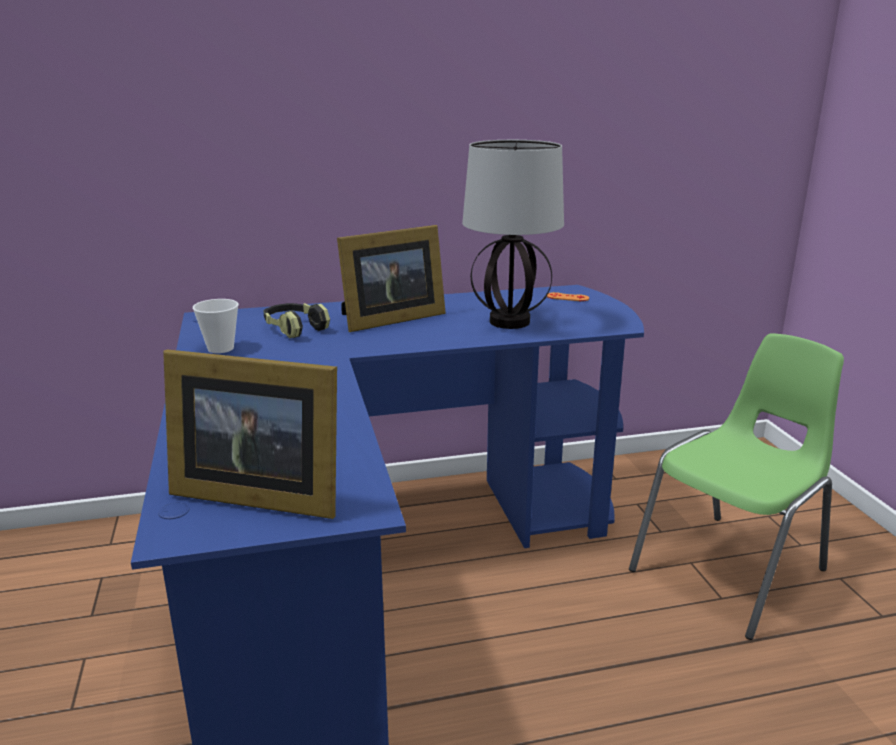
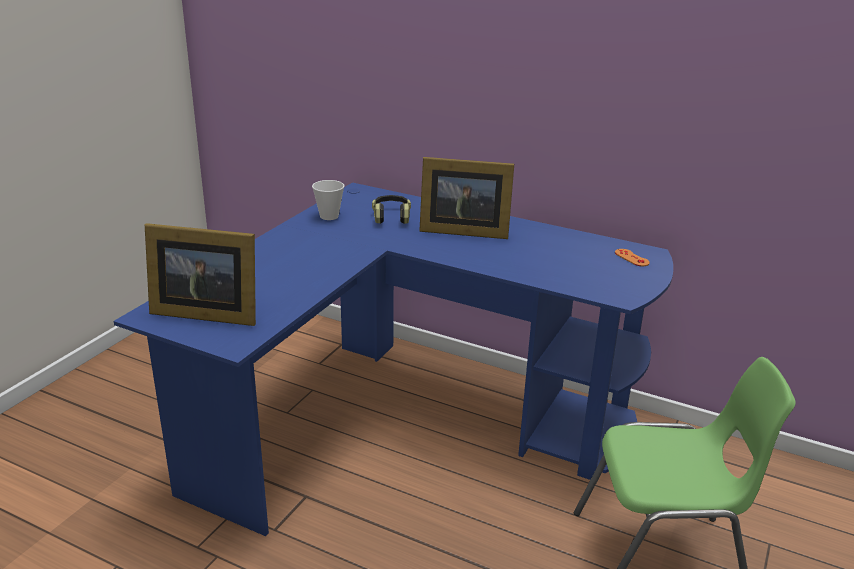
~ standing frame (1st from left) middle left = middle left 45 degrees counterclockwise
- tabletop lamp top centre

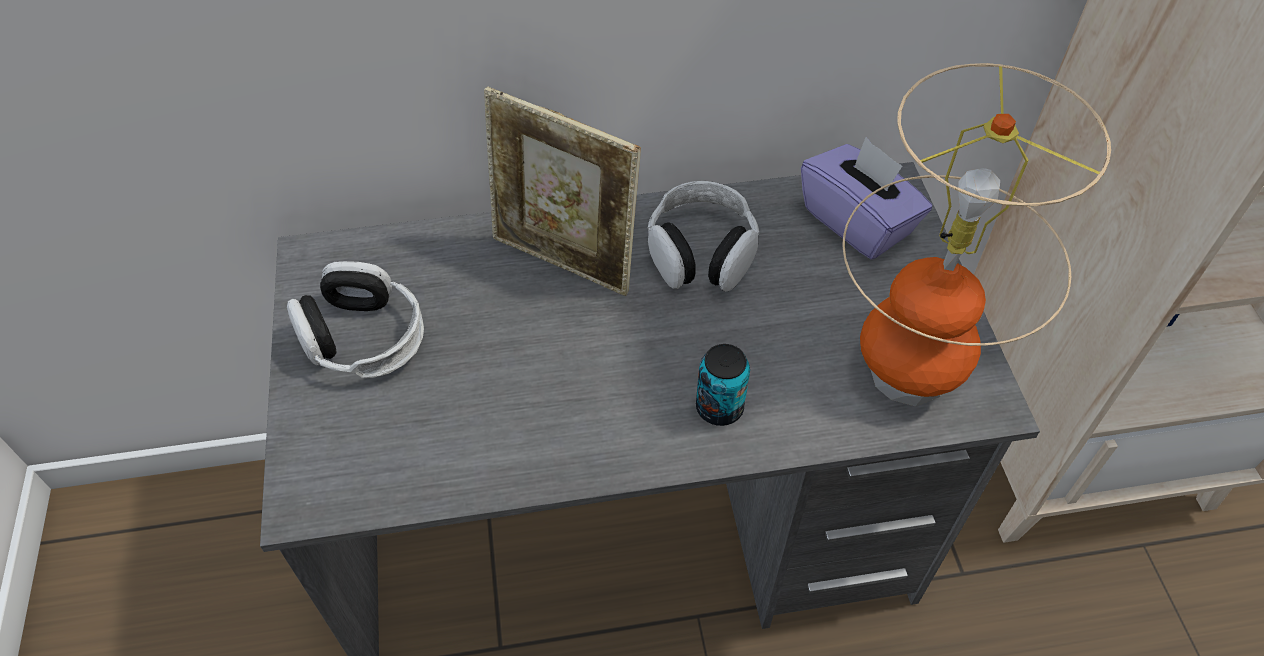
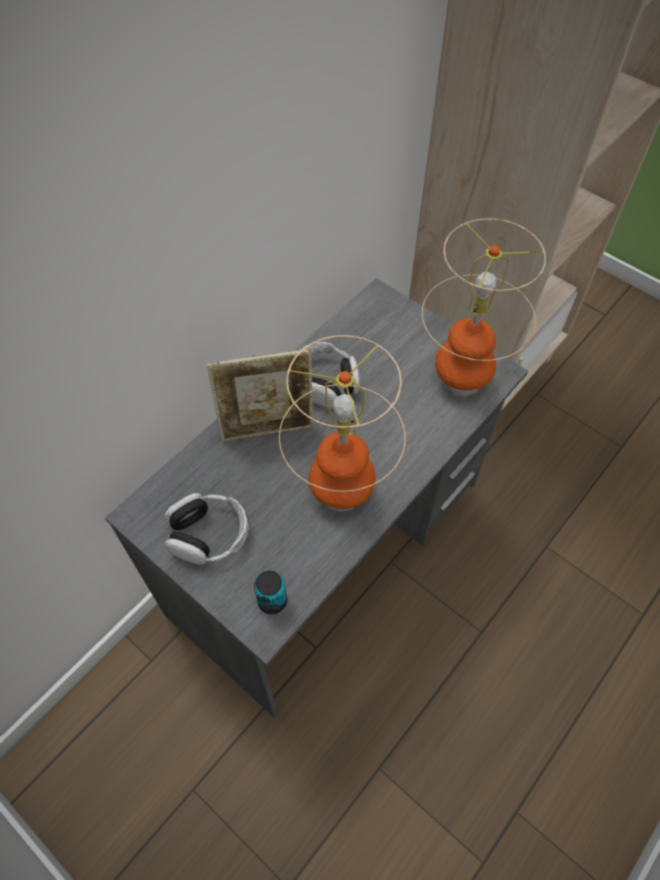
~ metal can centre to bottom centre
+ tabletop lamp (1st from left) centre
- purplish tissue holder top right

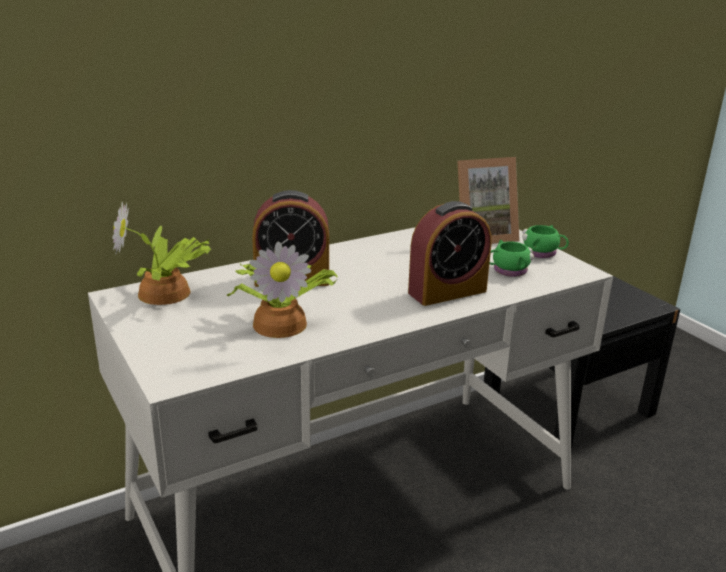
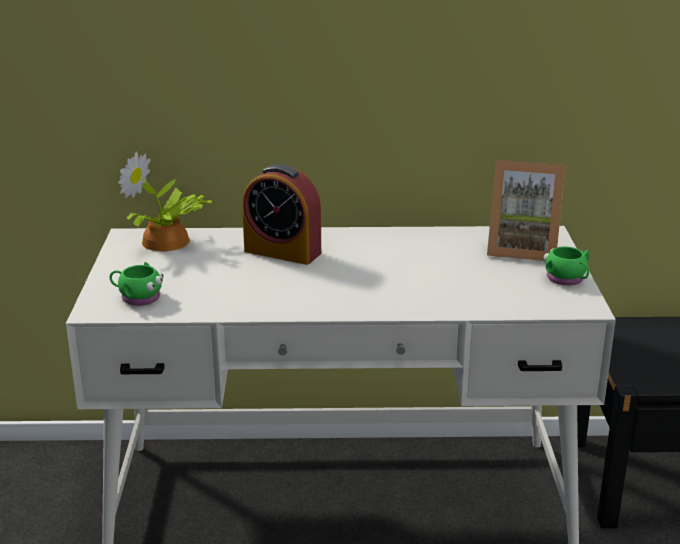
~ green tea mug (1st from left) middle right to middle left
- houseplant (2nd from left) centre
- bedside clock (2nd from left) centre

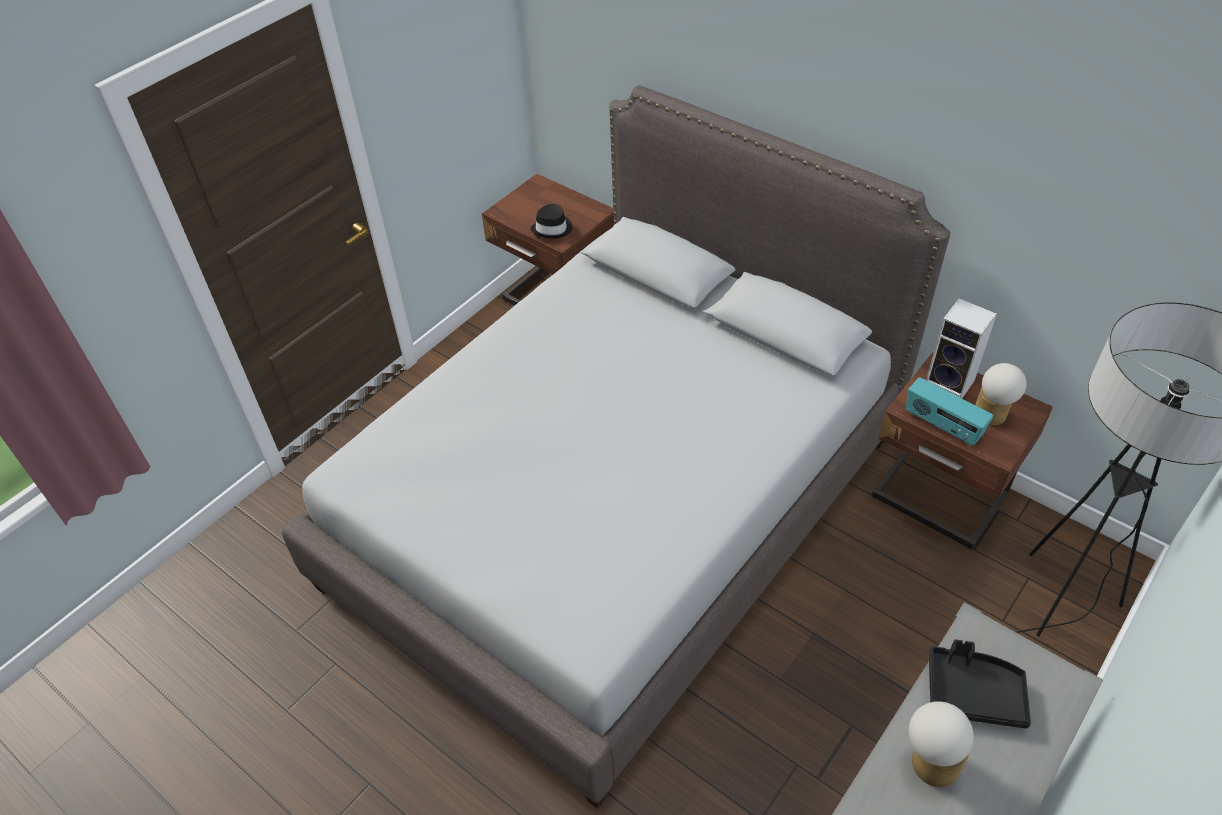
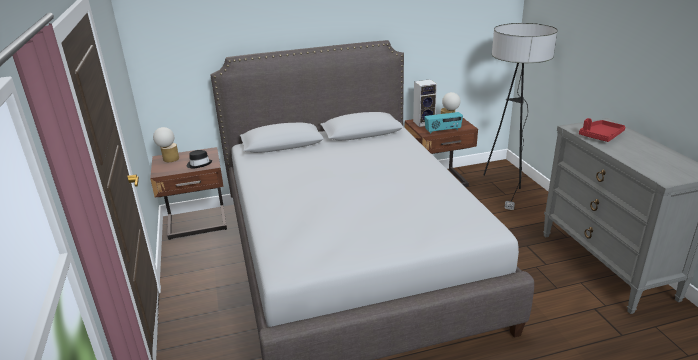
~ tabletop lamp (1st from left) bottom right to middle left
~ blackish tray bottom right to red-coloured tray middle right

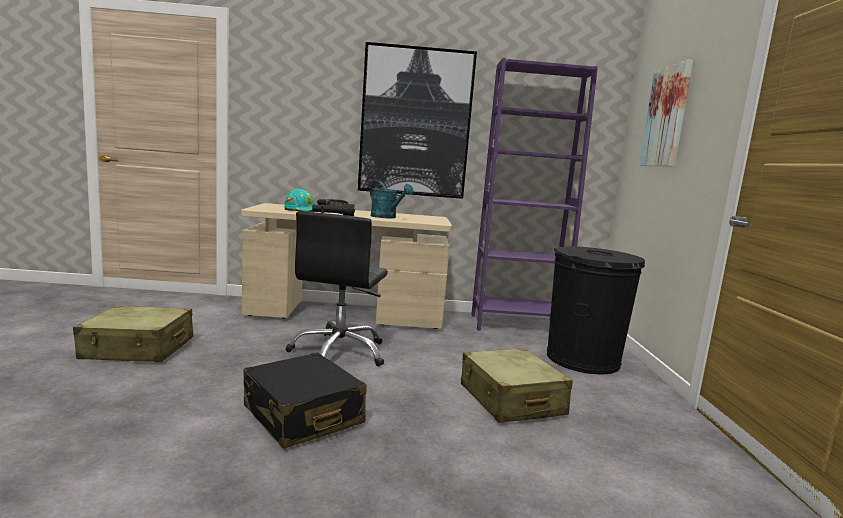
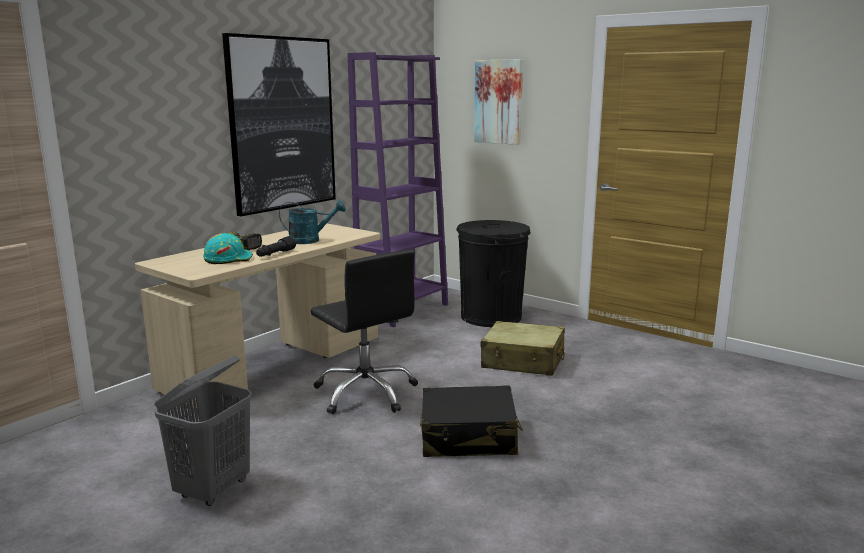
~ beige-coloured piece of luggage (1st from left) middle left to gray laundry basket bottom left

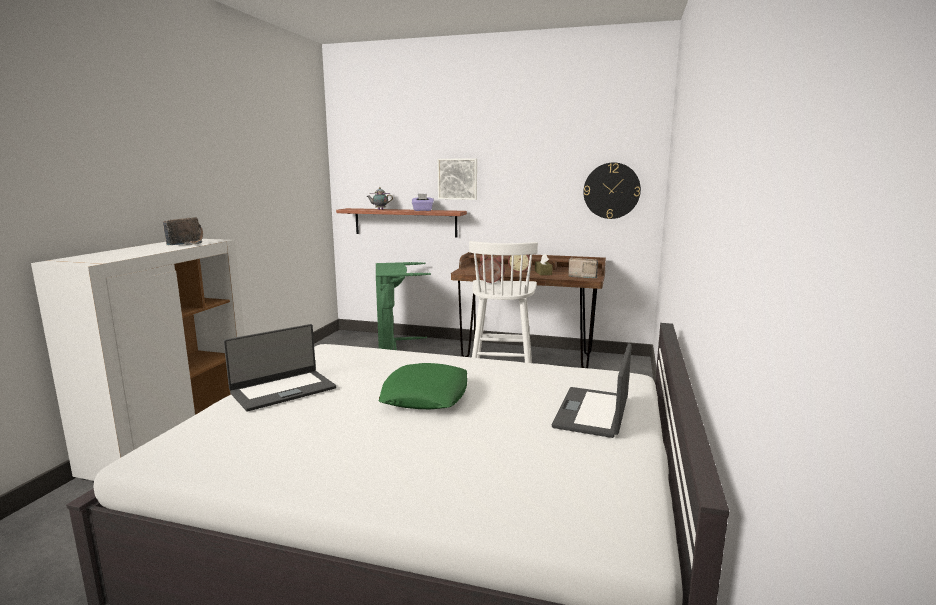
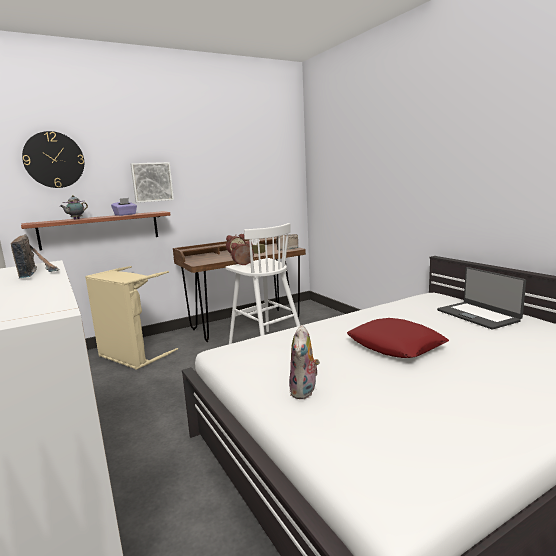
~ hanging clock top centre to top left
~ green laundry basket centre to beige-coloured laundry basket middle left
~ portable computer (1st from left) middle left to cuddly toy centre
~ green throw pillow centre to red-coloured throw pillow middle right

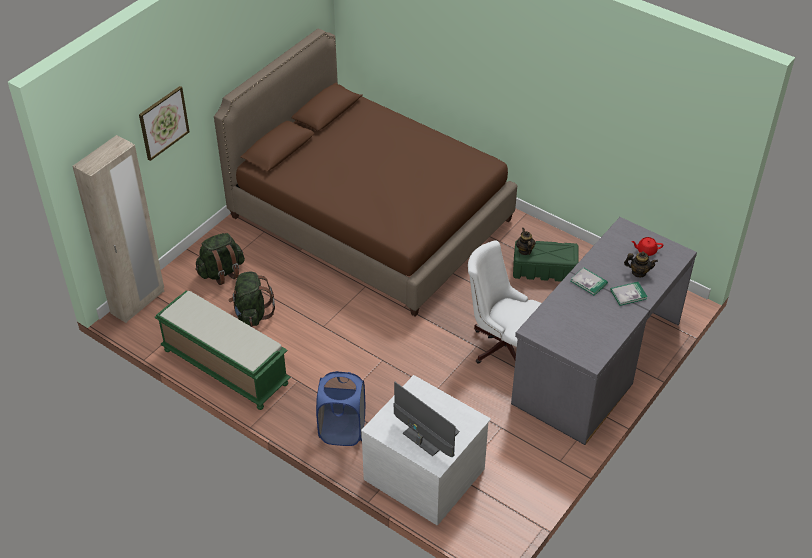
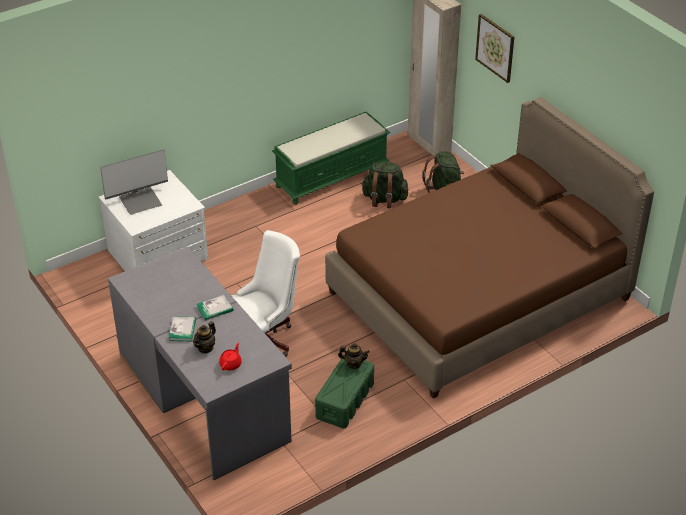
- bluish laundry basket bottom centre

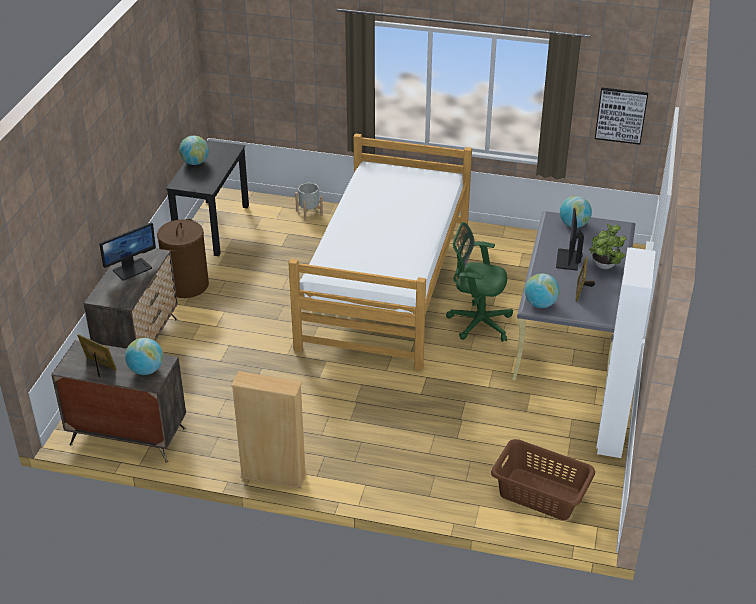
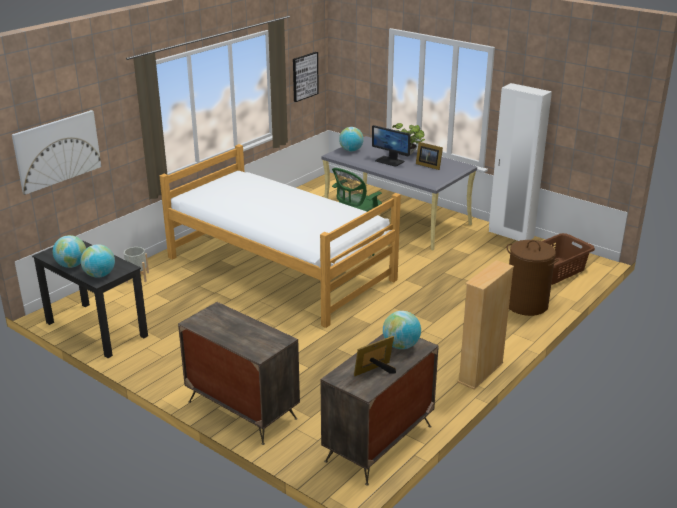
+ wall art (1st from left) top left
~ globe (3rd from left in the first image) middle right to globe (2nd from left) middle left
~ brown-coloured laundry basket (1st from left) middle left to middle right
- monitor (1st from left) middle left

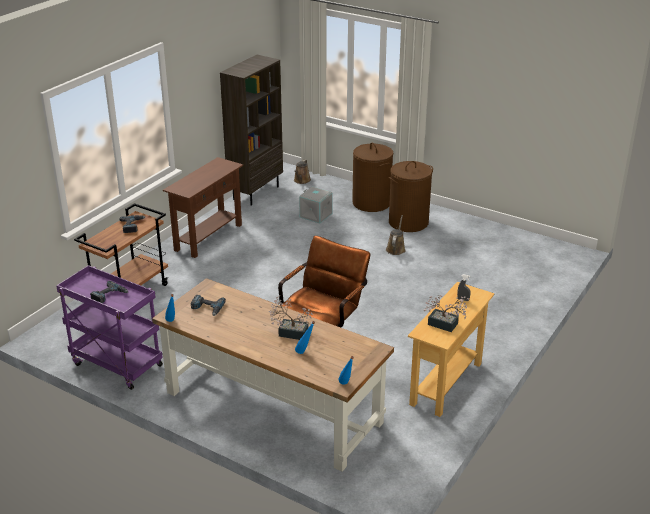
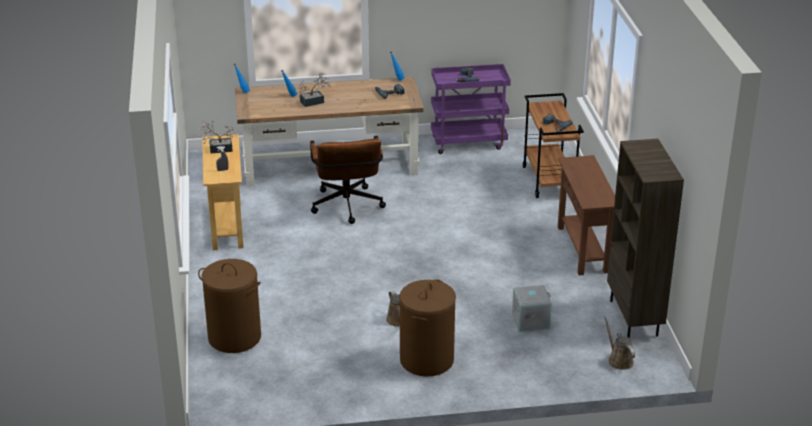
~ brown-coloured laundry basket (1st from left) centre to bottom left

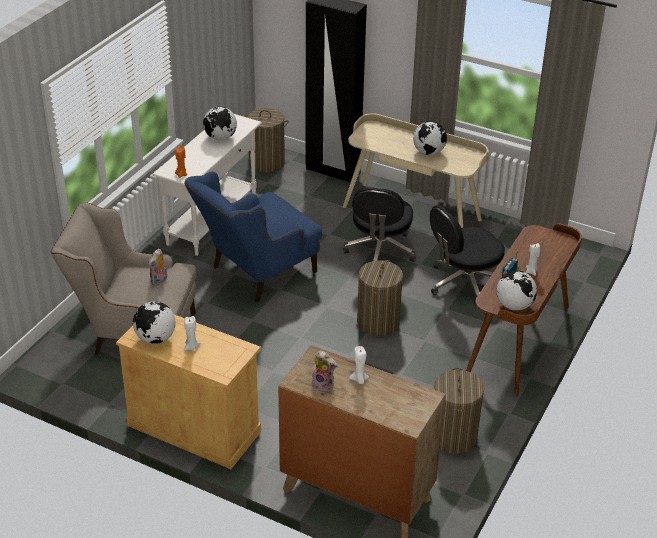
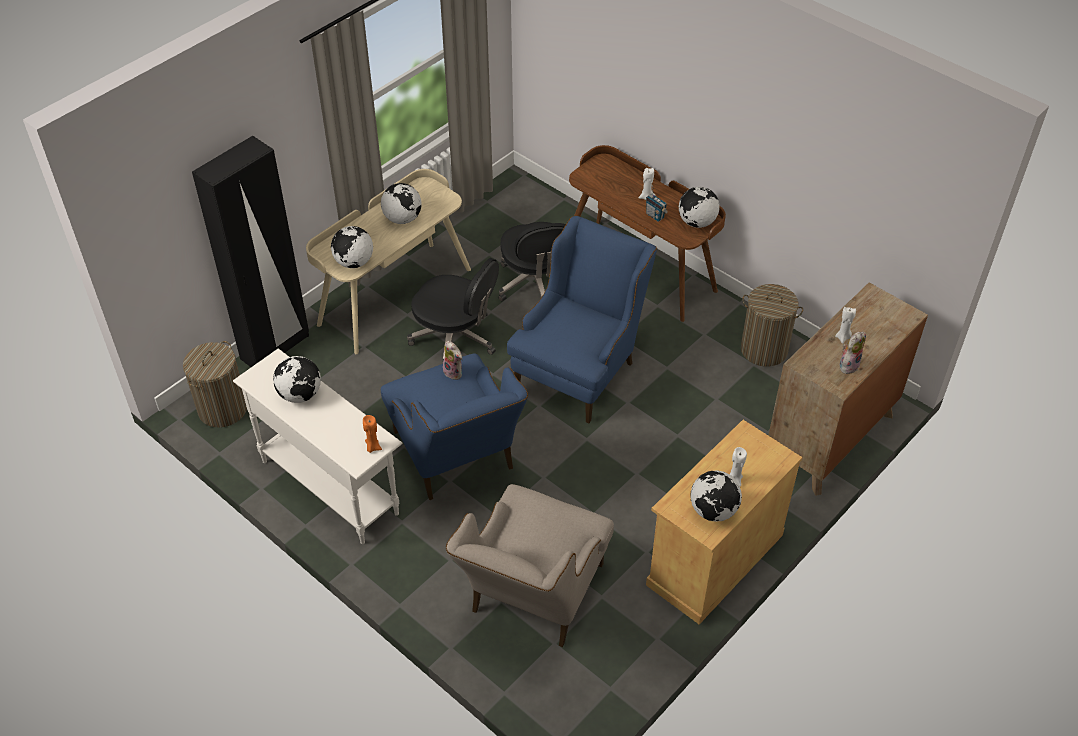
+ globe (2nd from left) middle left
~ cuddly toy (1st from left) middle left to centre
~ laundry basket (2nd from left) centre to bluish easy chair (2nd from left) centre

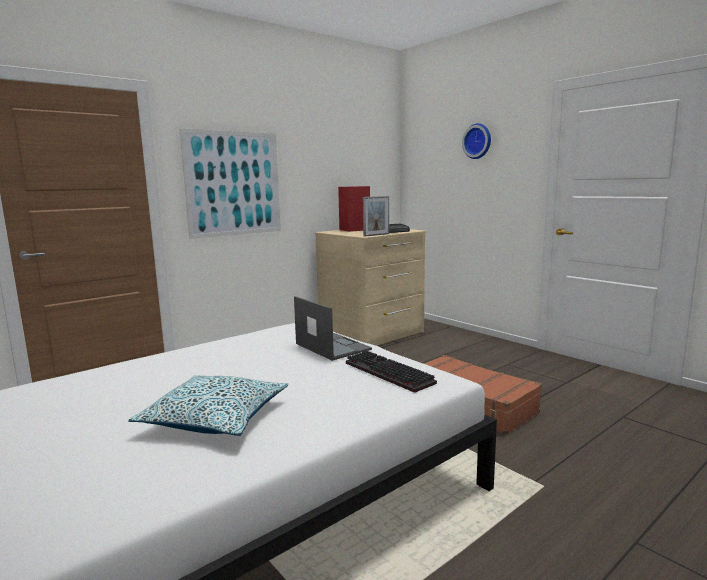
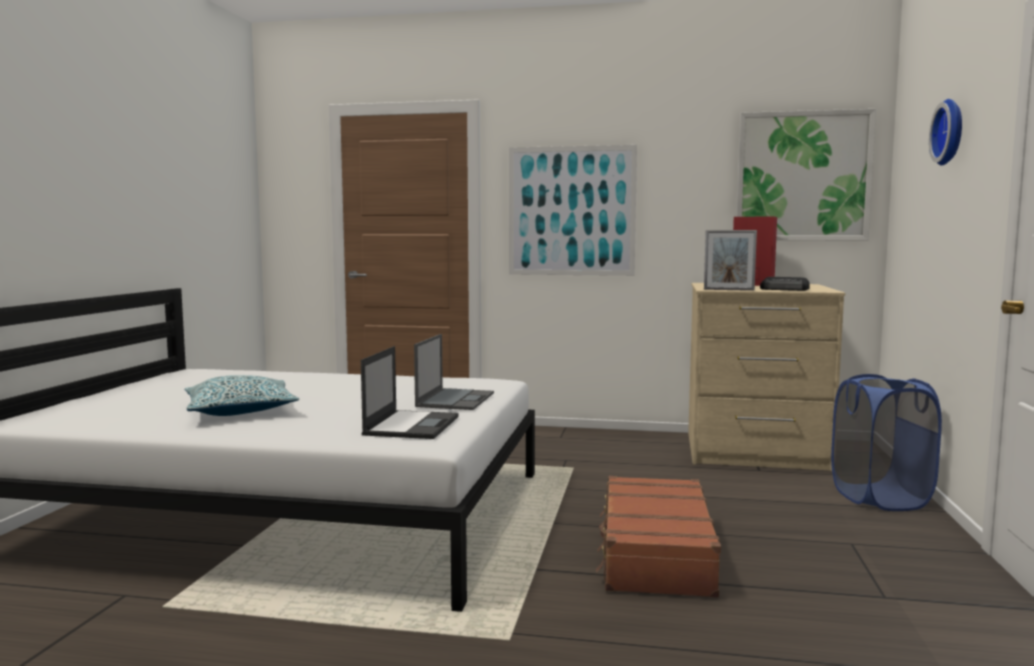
~ PC keyboard centre to portable computer (1st from left) centre
+ wall art (2nd from left) top right
+ bluish laundry basket middle right

